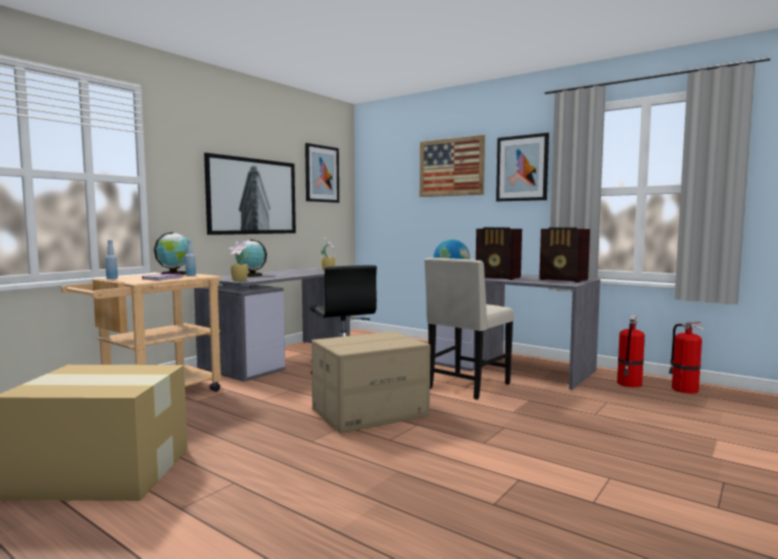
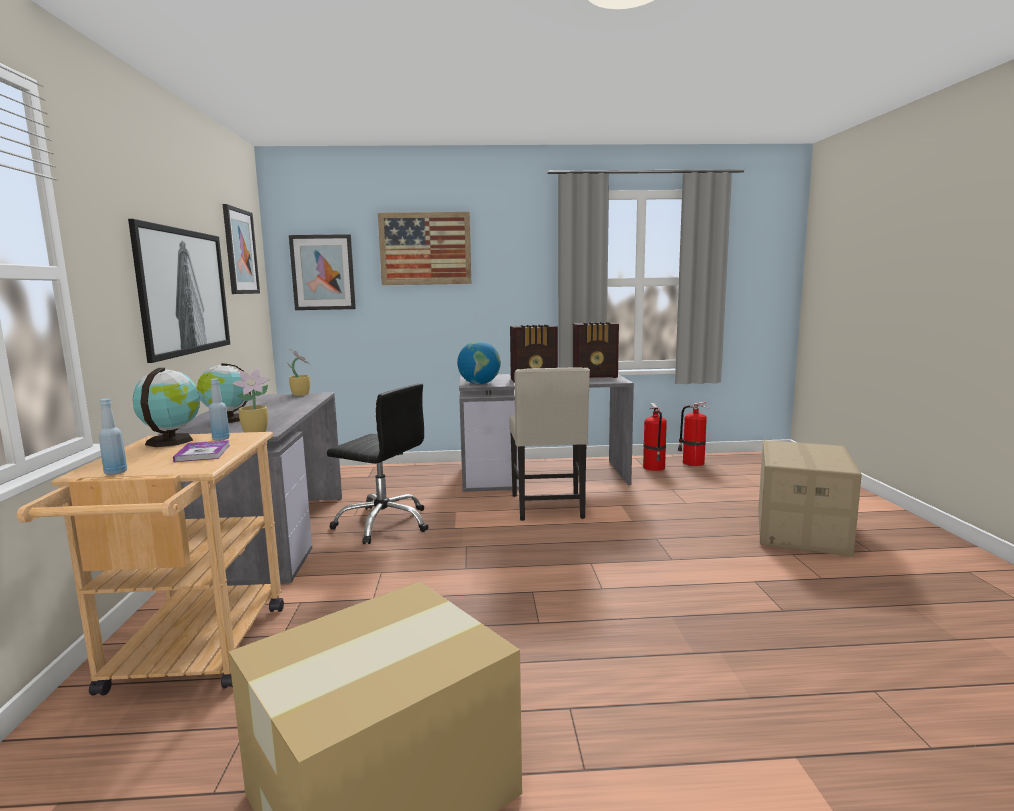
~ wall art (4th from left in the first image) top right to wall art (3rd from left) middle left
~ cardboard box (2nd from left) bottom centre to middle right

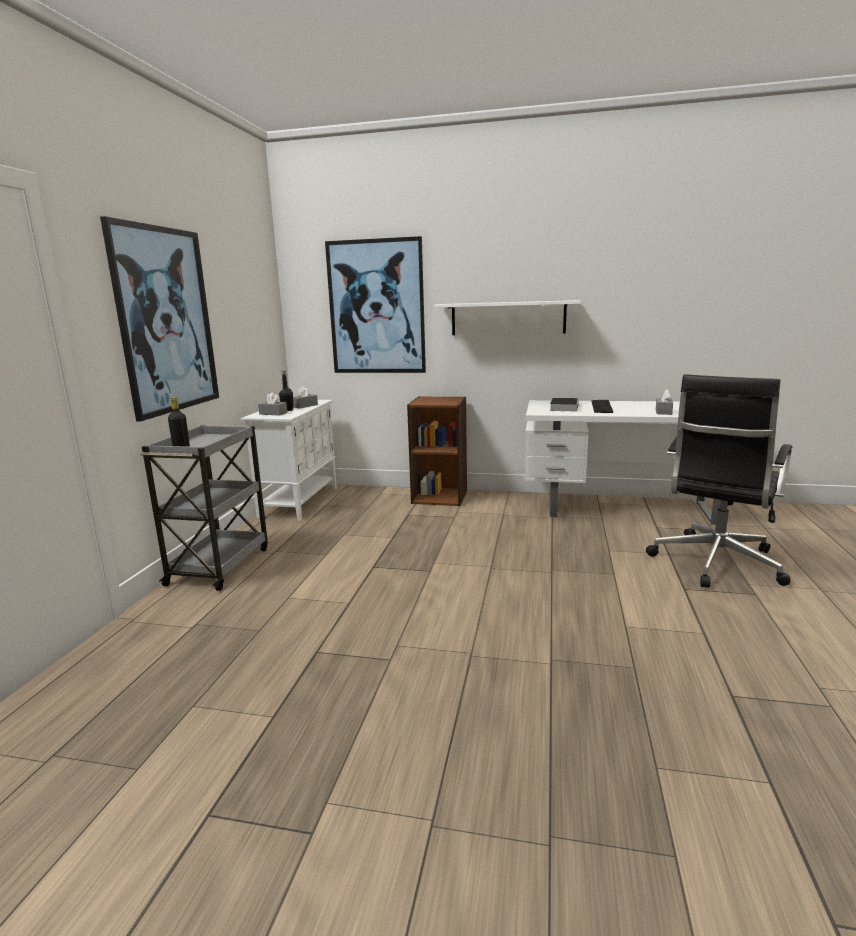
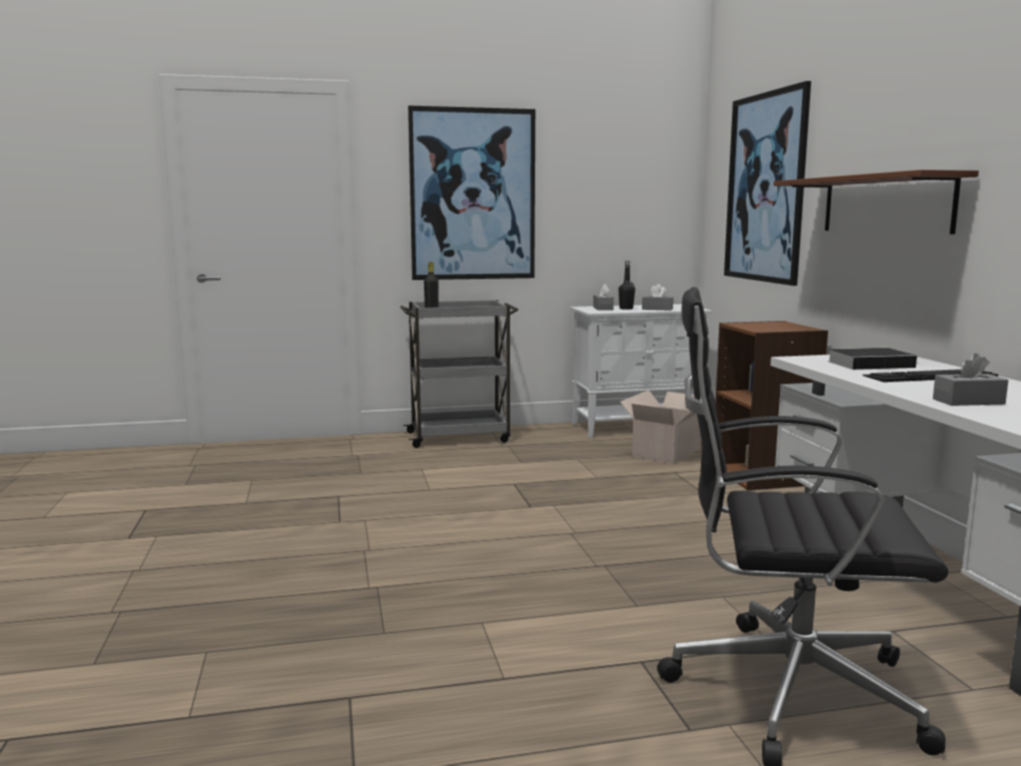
+ cardboard box centre
~ white bracket shelf centre to brown-coloured bracket shelf top right

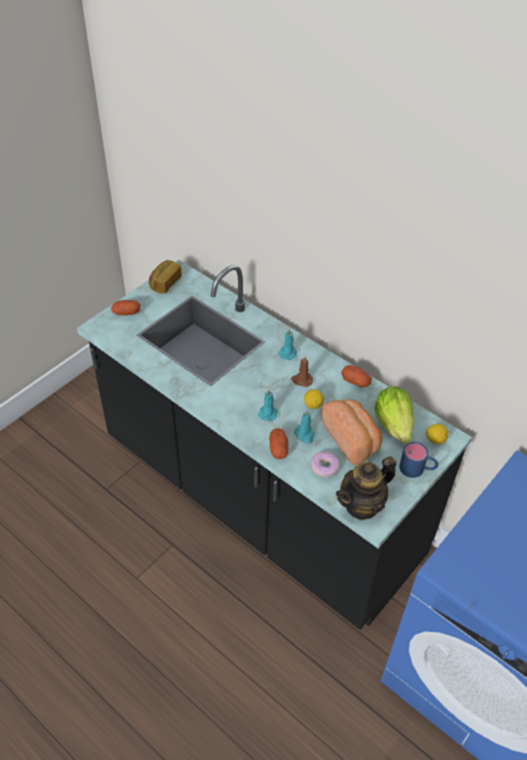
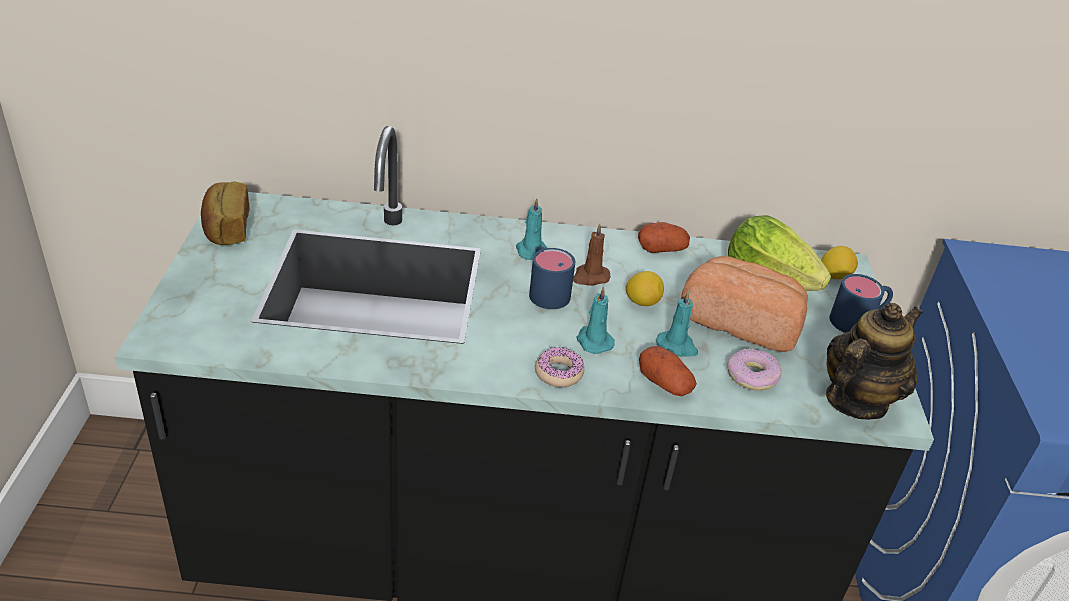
+ bluish tea mug (1st from left) centre
+ doughnut (1st from left) centre
~ tea pot middle right = middle right 150 degrees counterclockwise
- potato (1st from left) middle left

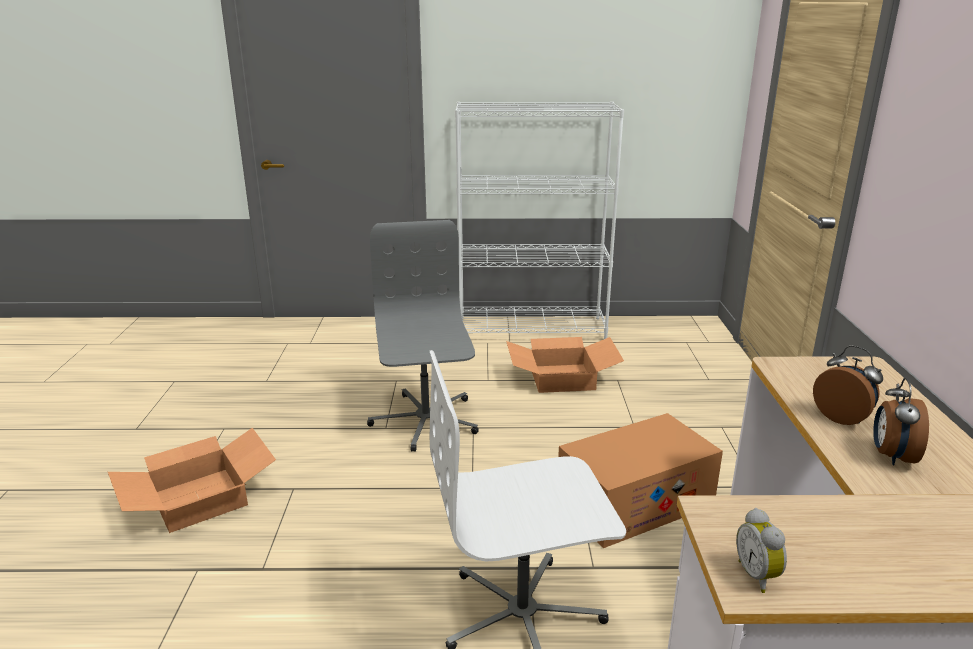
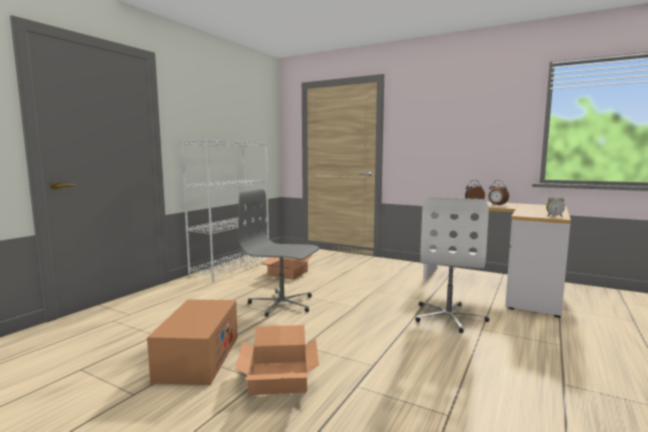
~ cardboard box (3rd from left in the first image) bottom centre to cardboard box (1st from left) bottom left

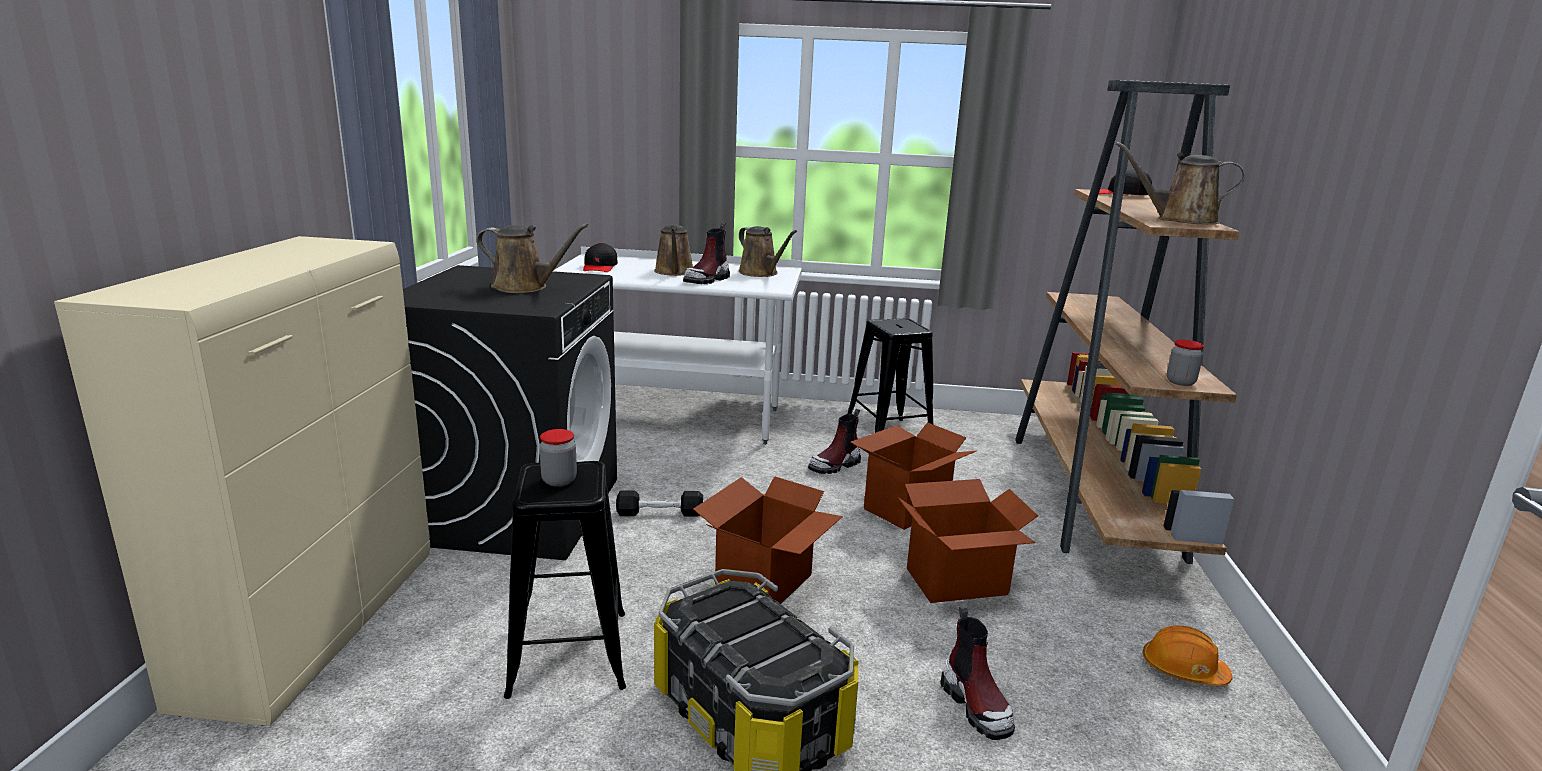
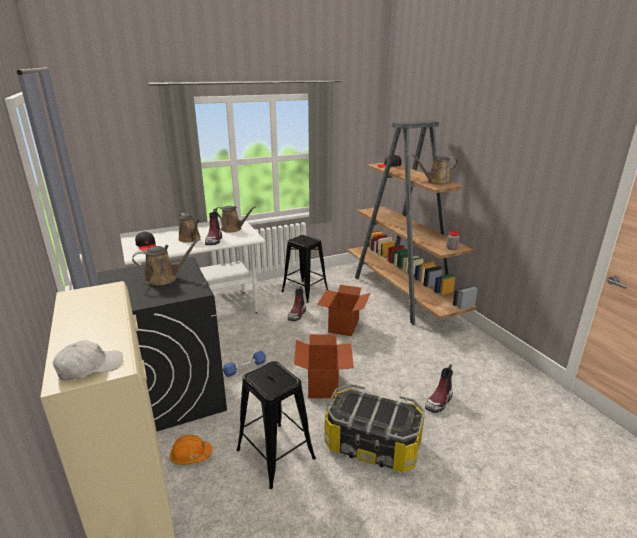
+ white baseball cap bottom left
~ orangey hard hat bottom right to bottom left
~ blackish free weight centre to bluish free weight bottom centre
~ tall boot (3rd from left) bottom centre = bottom right 90 degrees clockwise
- jar (1st from left) centre
- cardboard box (3rd from left) bottom centre

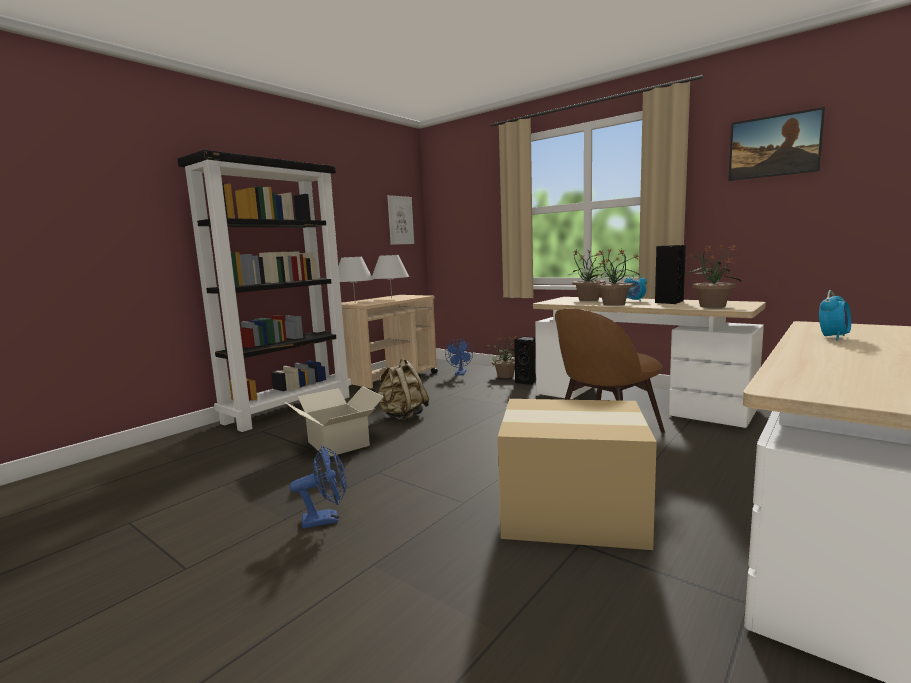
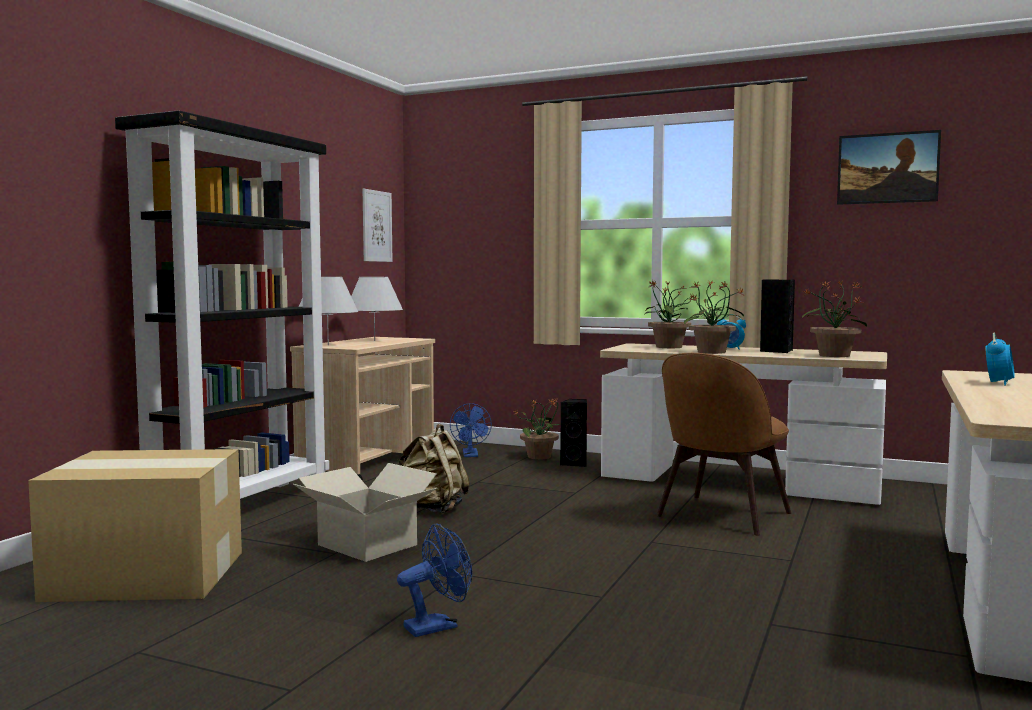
~ cardboard box (2nd from left in the first image) bottom centre to cardboard box (1st from left) bottom left

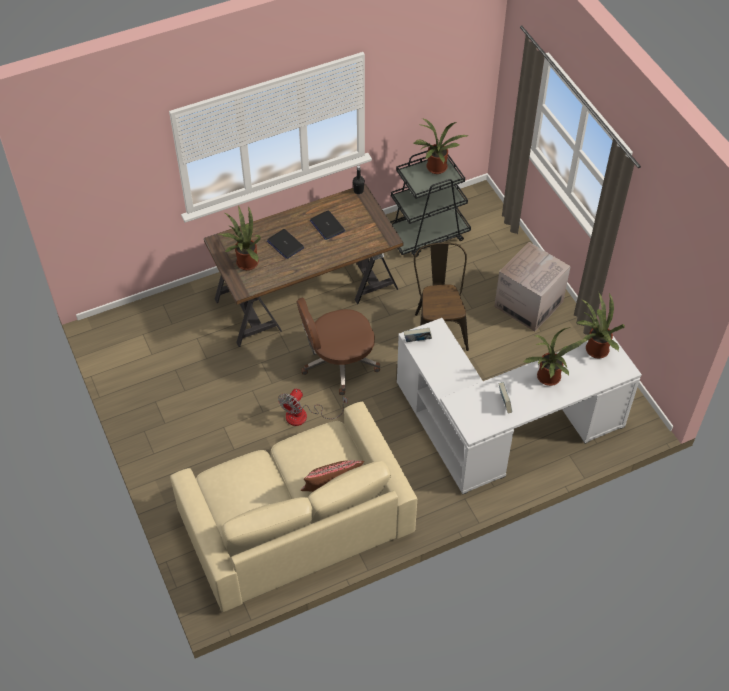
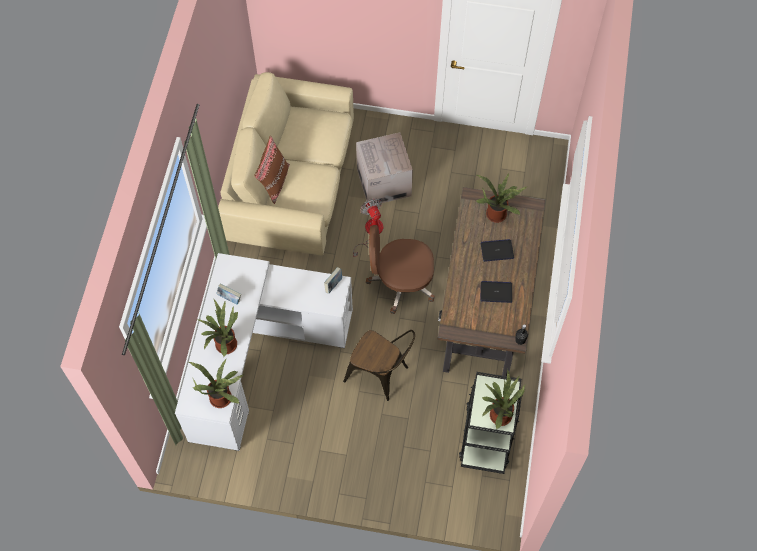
~ cardboard box middle right to top centre
~ brown-coloured desk chair centre = centre 105 degrees counterclockwise

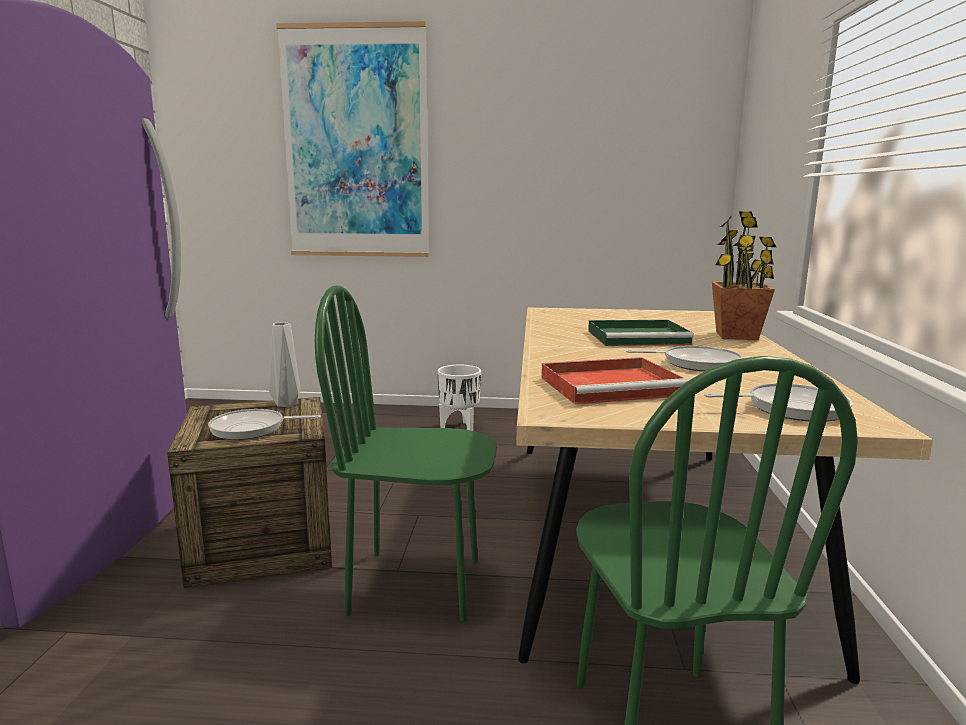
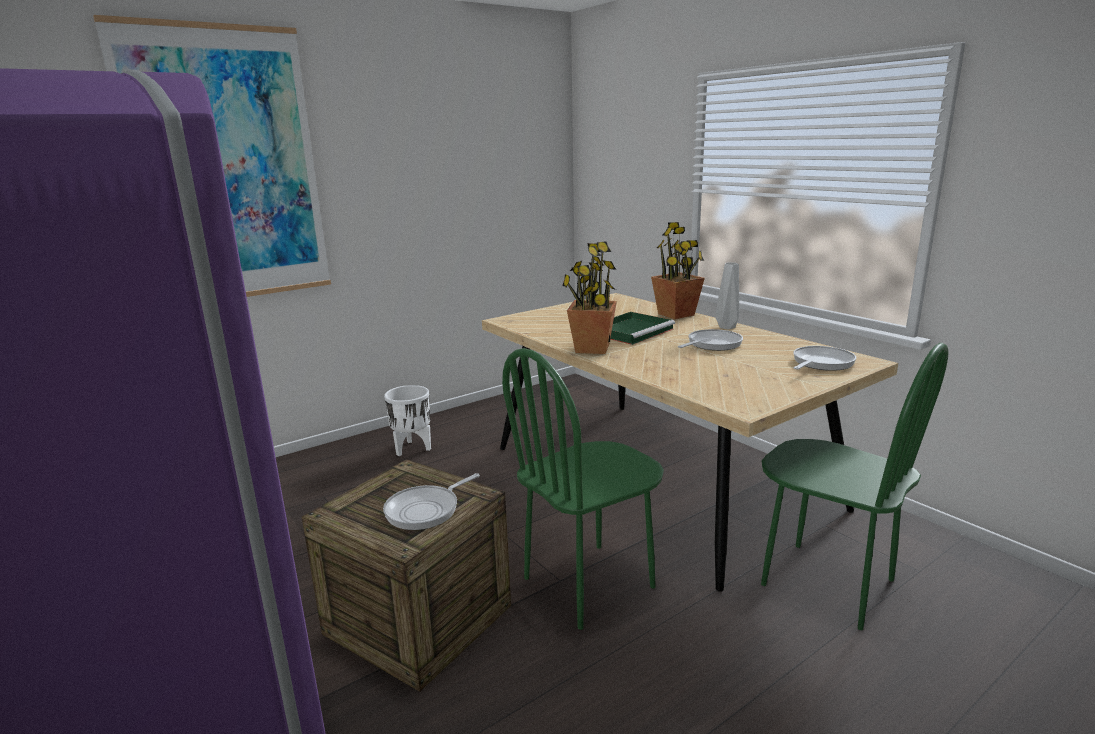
+ houseplant (1st from left) centre
~ gray flower vase middle left to centre
- red-coloured tray centre

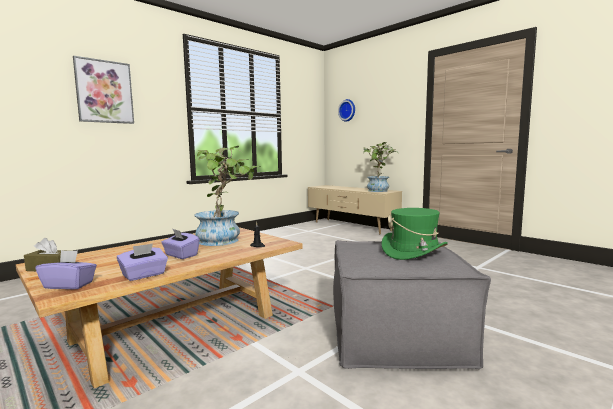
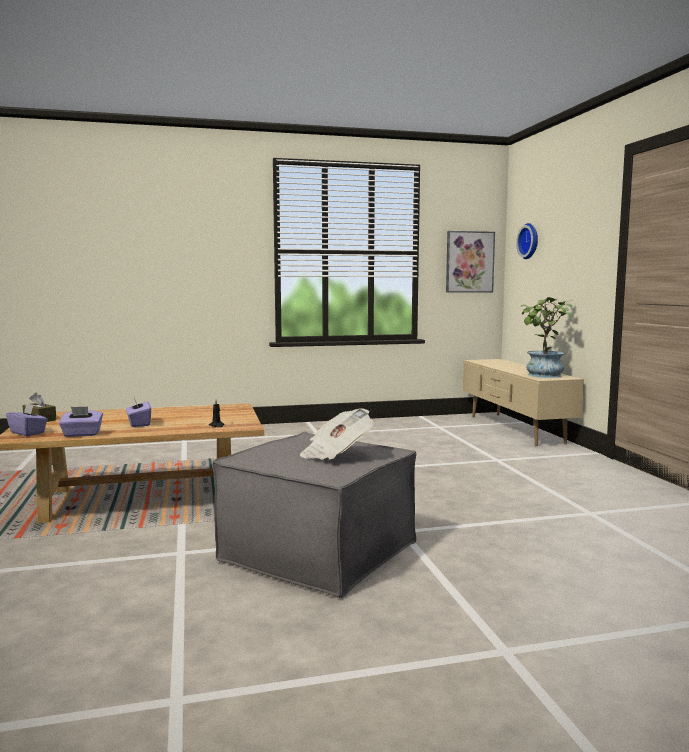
~ green clothing hat middle right to printed paper centre
~ wall art top left to middle right
- houseplant (1st from left) centre

